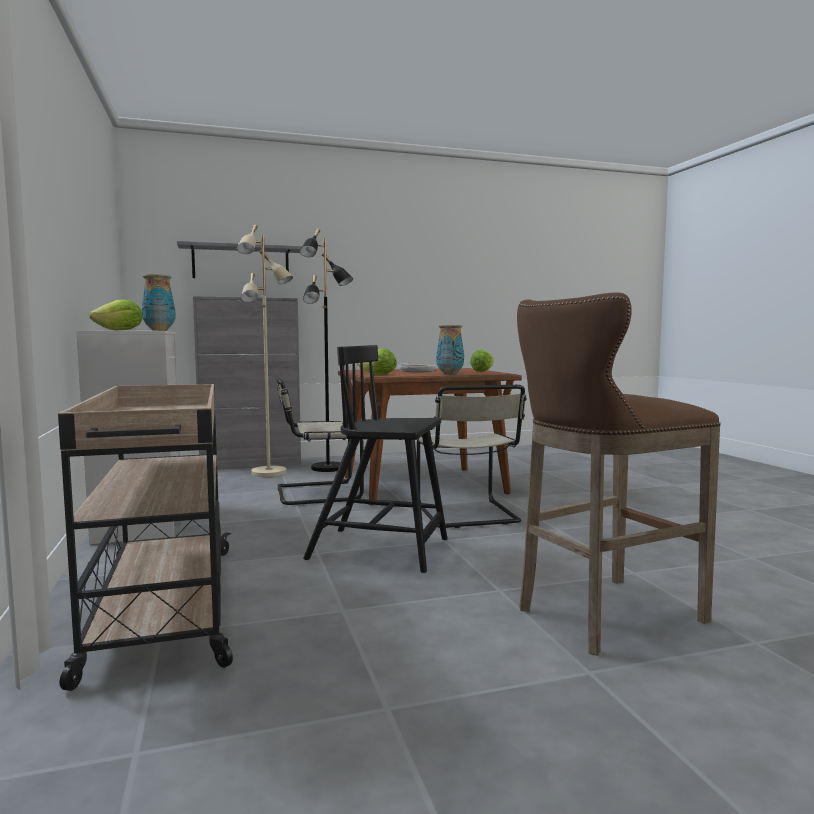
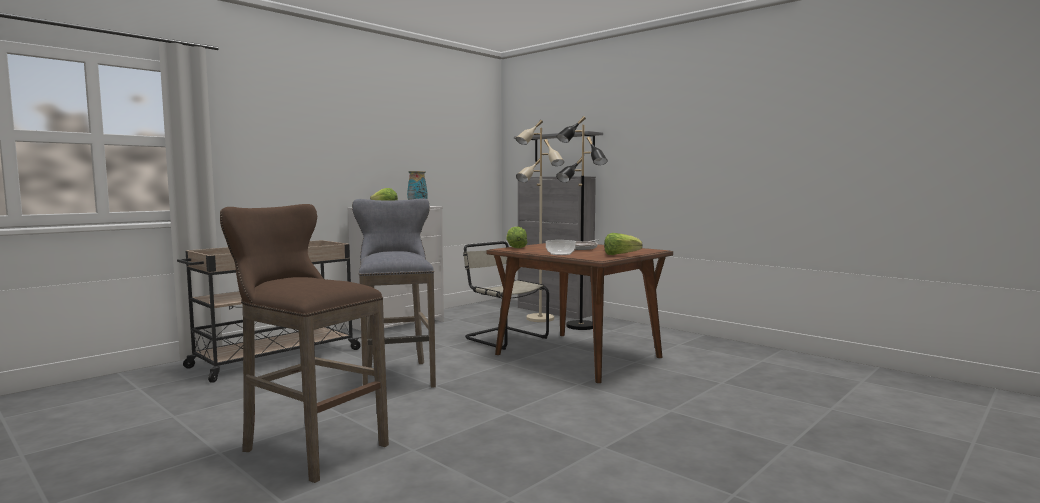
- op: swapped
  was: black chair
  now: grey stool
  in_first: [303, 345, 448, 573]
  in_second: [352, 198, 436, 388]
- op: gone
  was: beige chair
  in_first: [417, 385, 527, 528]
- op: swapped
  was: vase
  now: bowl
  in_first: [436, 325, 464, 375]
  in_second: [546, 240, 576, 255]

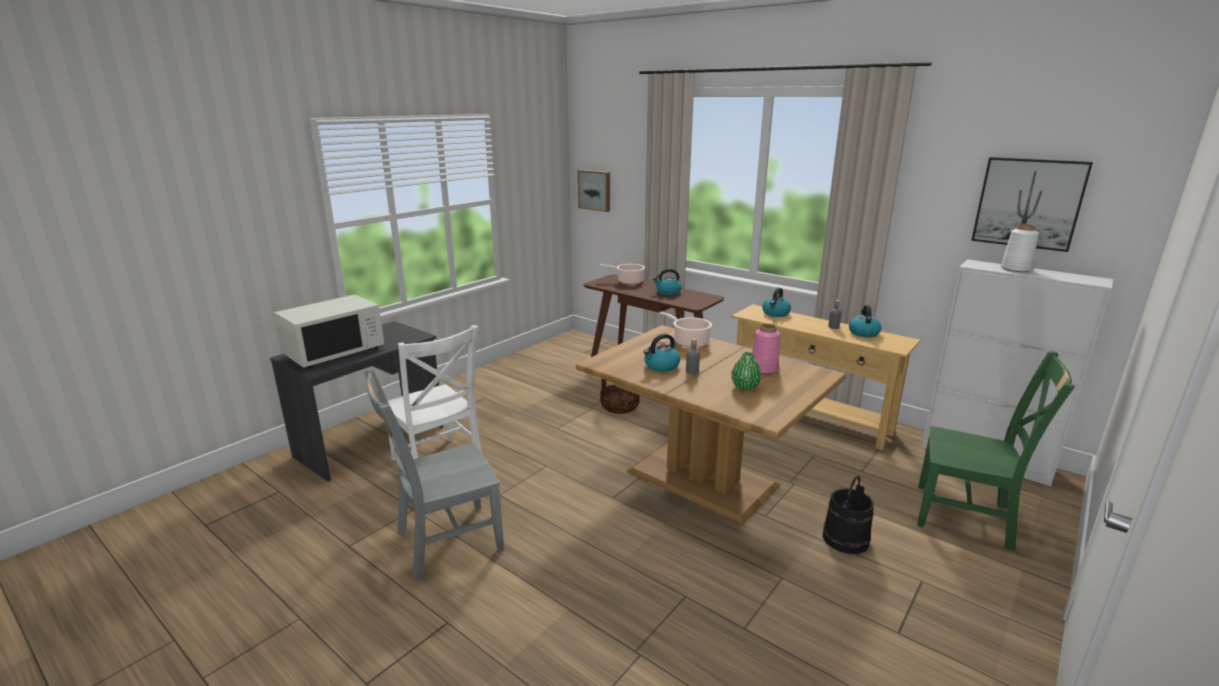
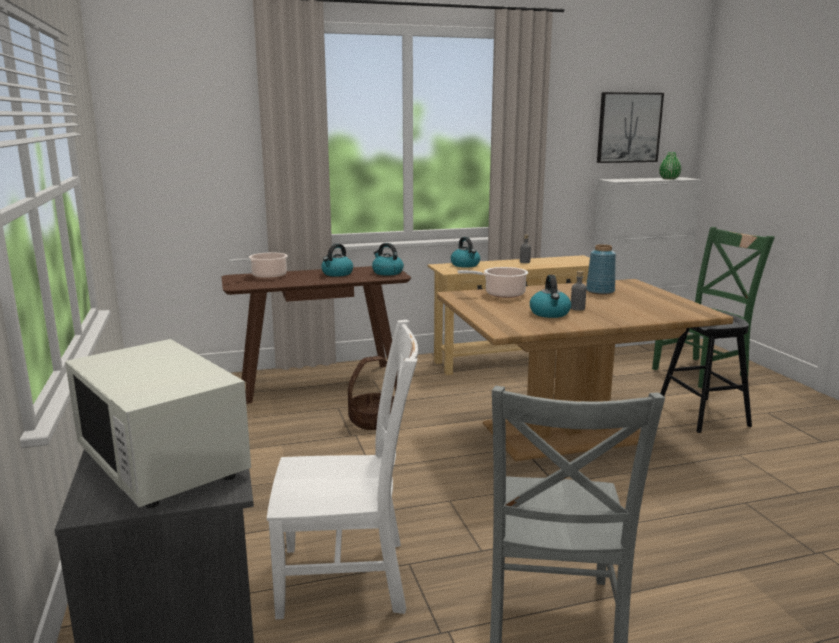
- op: rotated
  was: white microwave
  in_first: [274, 295, 384, 369]
  in_second: [65, 339, 251, 508]
  clockwise: 150
- op: gone
  was: picture
  in_first: [578, 170, 610, 212]
- op: shifted
  was: green vase
  in_first: [731, 352, 761, 390]
  in_second: [659, 152, 681, 180]
- op: repainted
  was: pink vase
  now: blue vase
  in_first: [752, 323, 780, 374]
  in_second: [586, 244, 616, 295]
- op: swapped
  was: black bucket
  now: black stool
  in_first: [823, 476, 874, 554]
  in_second: [660, 310, 752, 433]
- op: shifted
  was: kettle
  in_first: [849, 305, 881, 337]
  in_second: [372, 243, 404, 276]
- op: gone
  was: white vase
  in_first: [1001, 224, 1039, 272]

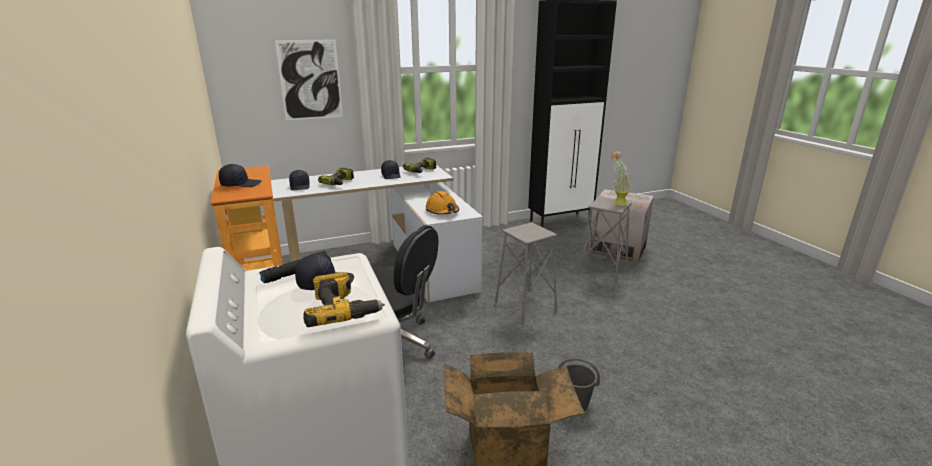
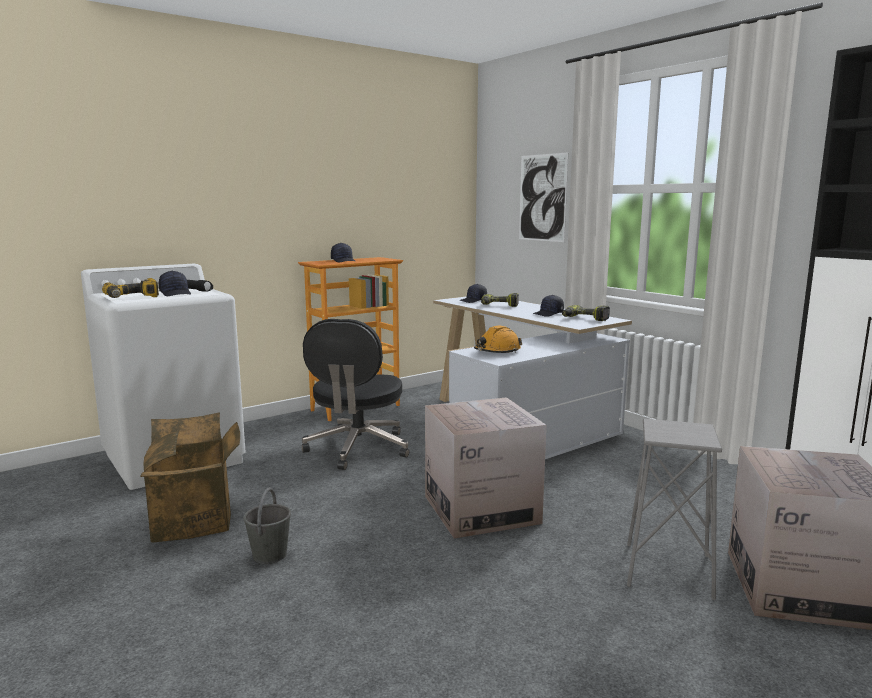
- op: swapped
  was: grey stool
  now: cardboard box
  in_first: [495, 222, 557, 324]
  in_second: [425, 397, 546, 538]
- op: gone
  was: potted plant
  in_first: [611, 151, 631, 205]

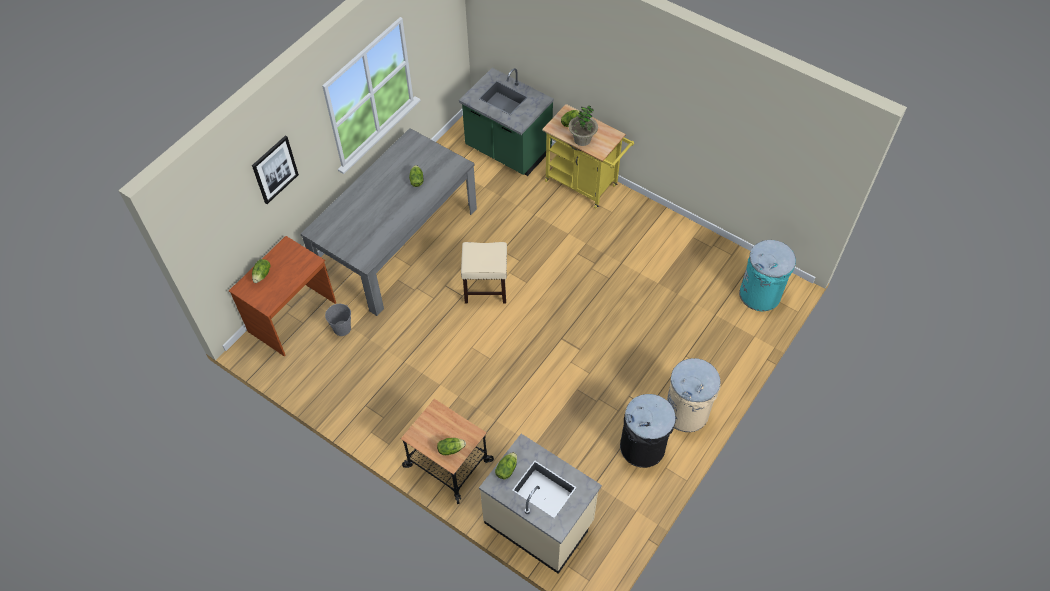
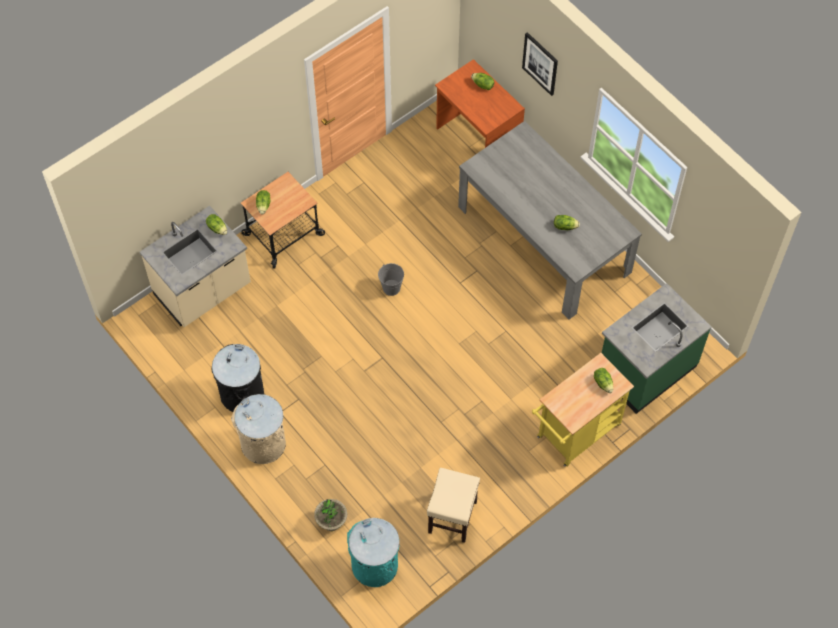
- op: shifted
  was: grey bucket
  in_first: [325, 304, 351, 336]
  in_second: [378, 263, 404, 296]
- op: shifted
  was: beige stool
  in_first: [461, 242, 507, 304]
  in_second: [427, 468, 480, 543]
- op: shifted
  was: potted plant
  in_first: [568, 105, 598, 146]
  in_second: [314, 499, 347, 531]

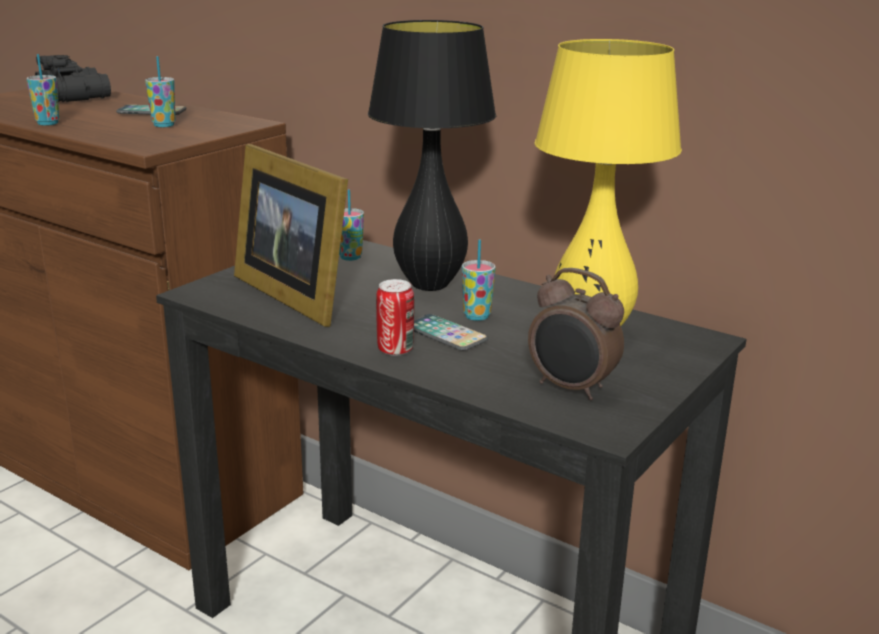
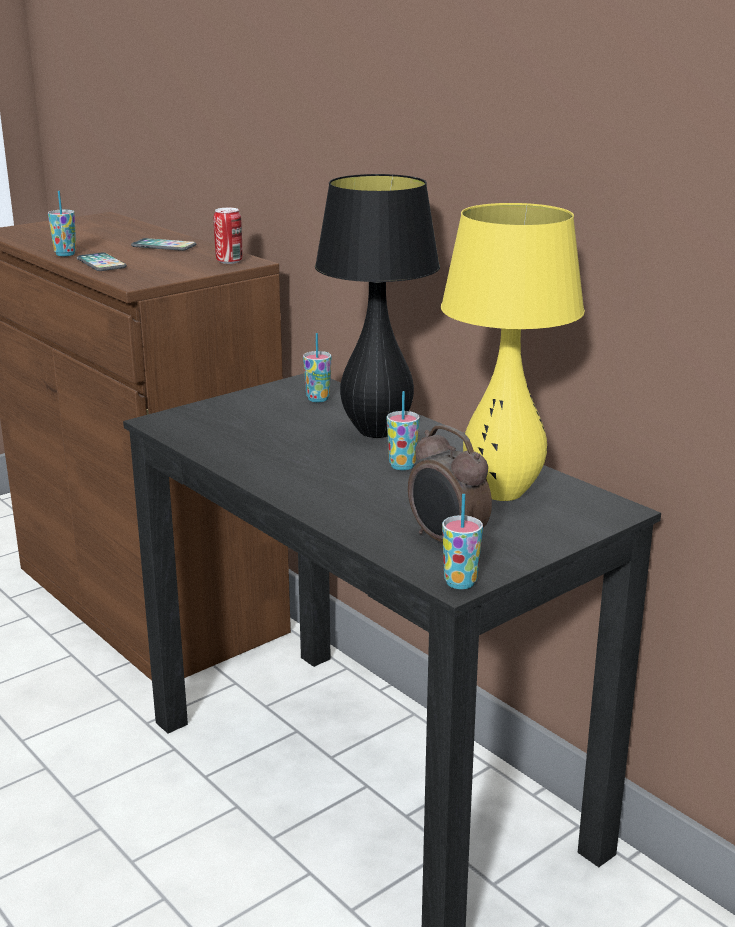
- op: gone
  was: black binoculars
  in_first: [35, 55, 111, 102]
- op: shifted
  was: cup
  in_first: [145, 56, 176, 127]
  in_second: [442, 494, 483, 589]
- op: gone
  was: picture frame
  in_first: [234, 144, 348, 327]
- op: shifted
  was: can
  in_first: [376, 279, 414, 356]
  in_second: [214, 208, 242, 264]
- op: shifted
  was: phone
  in_first: [414, 314, 488, 351]
  in_second: [77, 252, 127, 271]

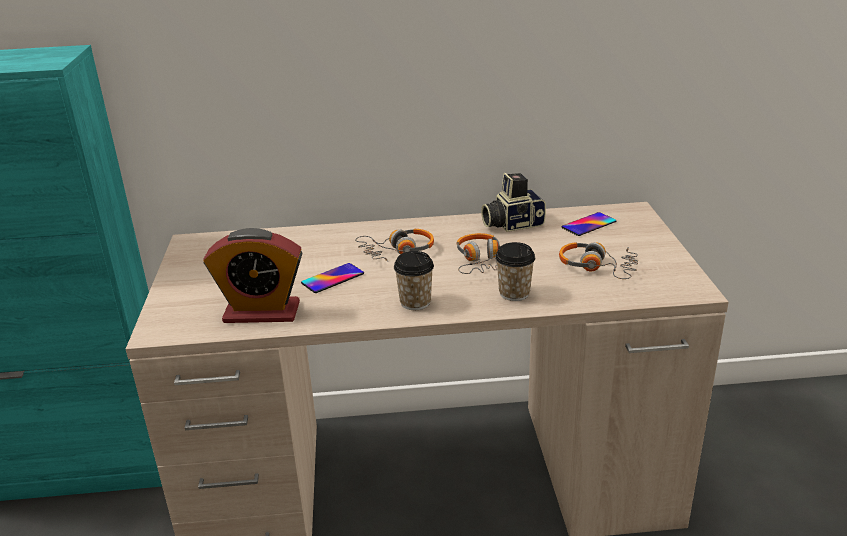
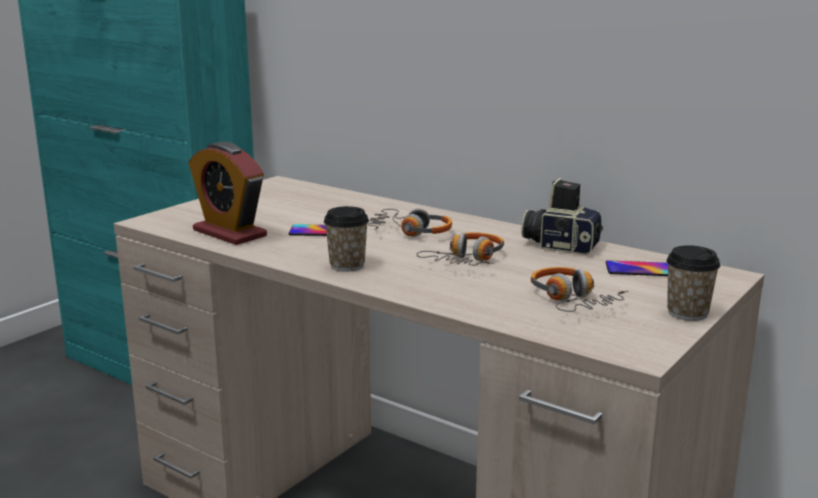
- op: shifted
  was: cup
  in_first: [495, 242, 535, 301]
  in_second: [666, 245, 720, 321]

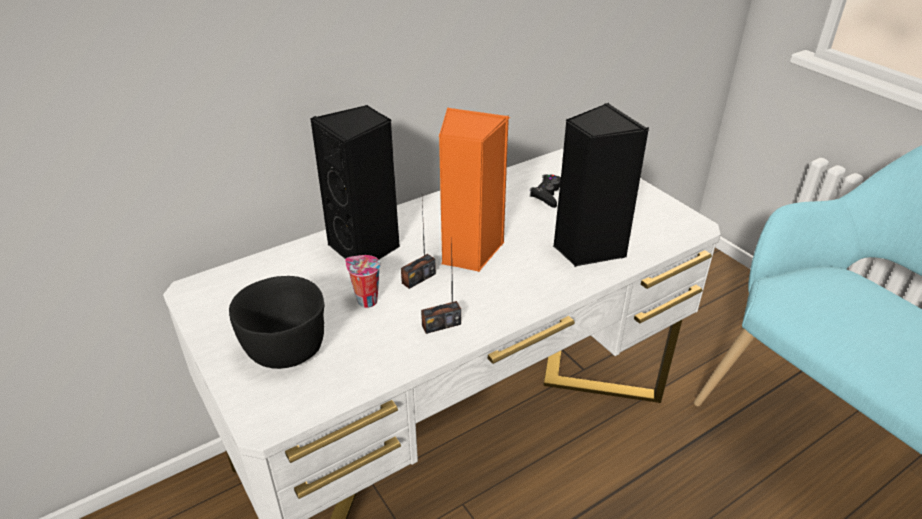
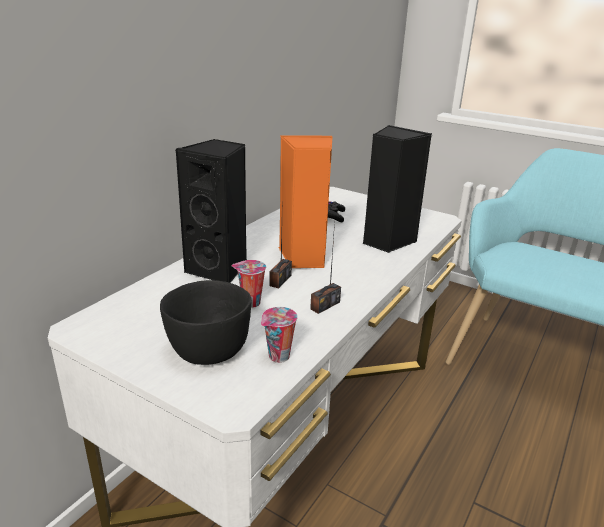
- op: new
  now: cup
  in_second: [261, 307, 298, 363]

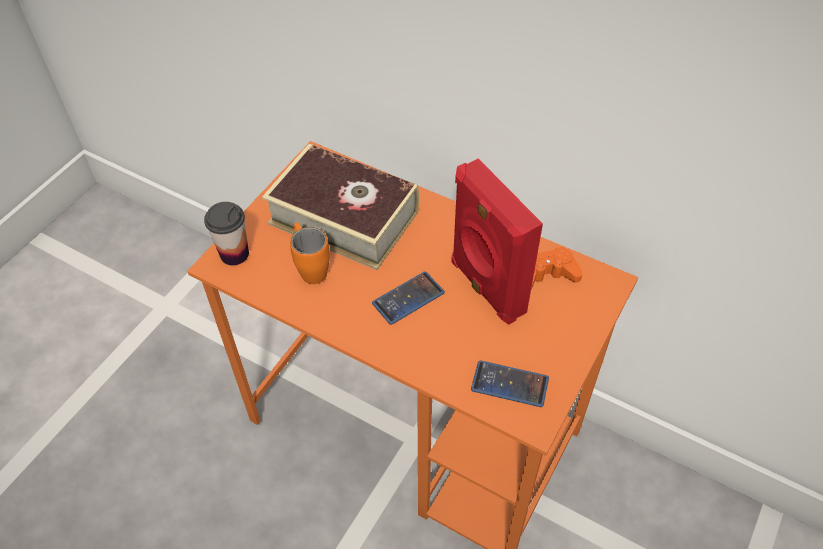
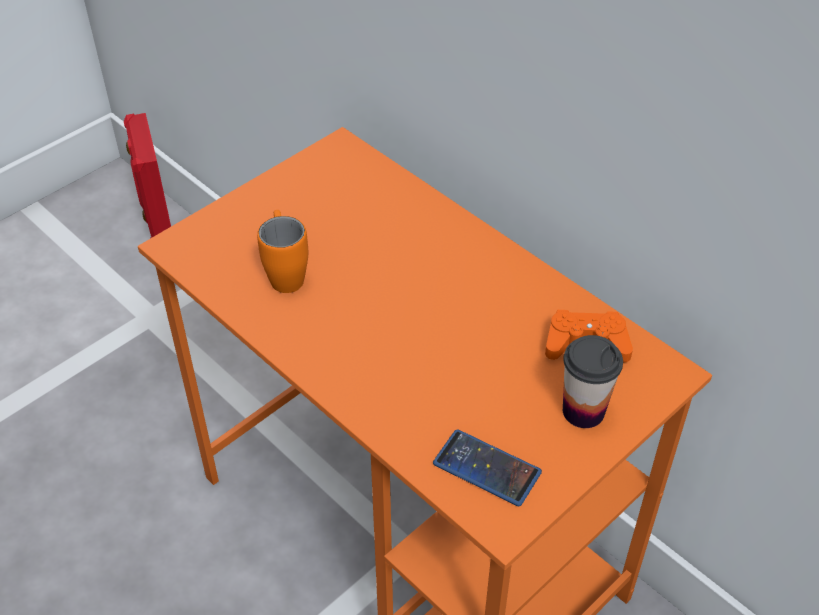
- op: shifted
  was: cup
  in_first: [204, 202, 249, 266]
  in_second: [563, 335, 623, 428]
- op: gone
  was: book
  in_first: [262, 144, 419, 270]
- op: gone
  was: phone
  in_first: [372, 271, 445, 325]
- op: shifted
  was: red speaker
  in_first: [451, 159, 543, 324]
  in_second: [124, 113, 171, 238]

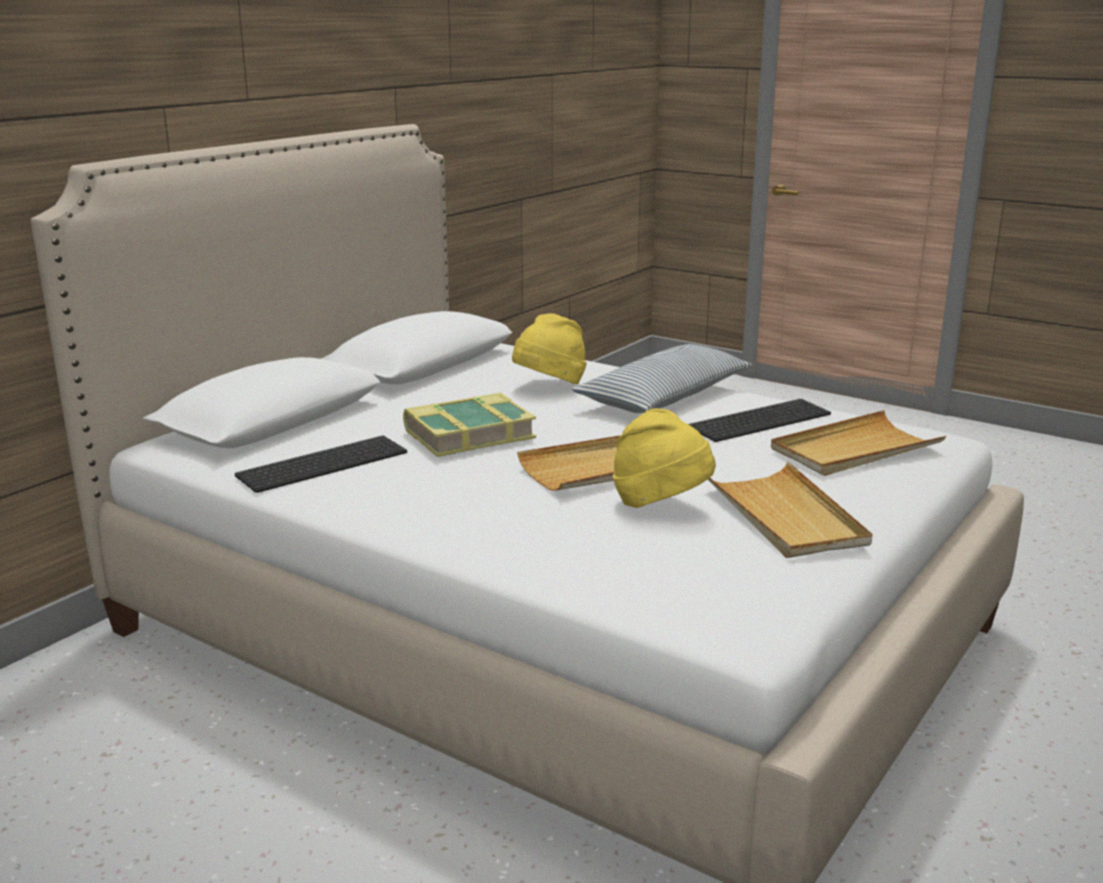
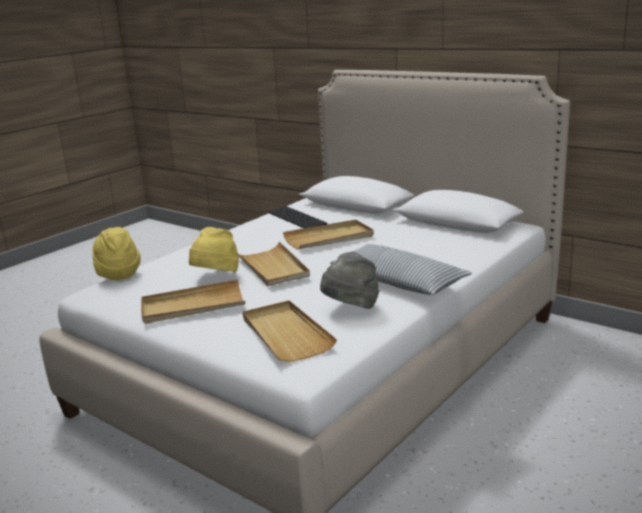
- op: swapped
  was: book
  now: beige tray
  in_first: [403, 393, 536, 457]
  in_second: [283, 220, 374, 249]
- op: shifted
  was: yellow hat
  in_first: [512, 313, 587, 384]
  in_second: [92, 227, 141, 280]
- op: swapped
  was: keyboard
  now: grey hat
  in_first: [688, 399, 831, 442]
  in_second: [320, 252, 379, 309]

